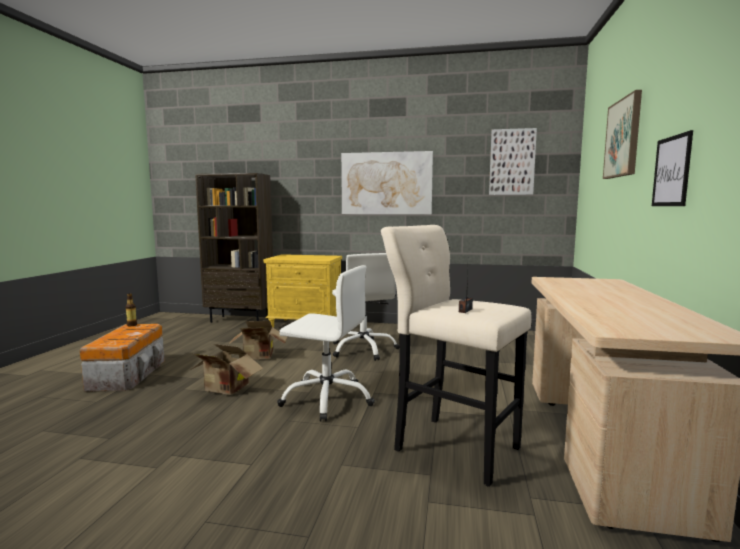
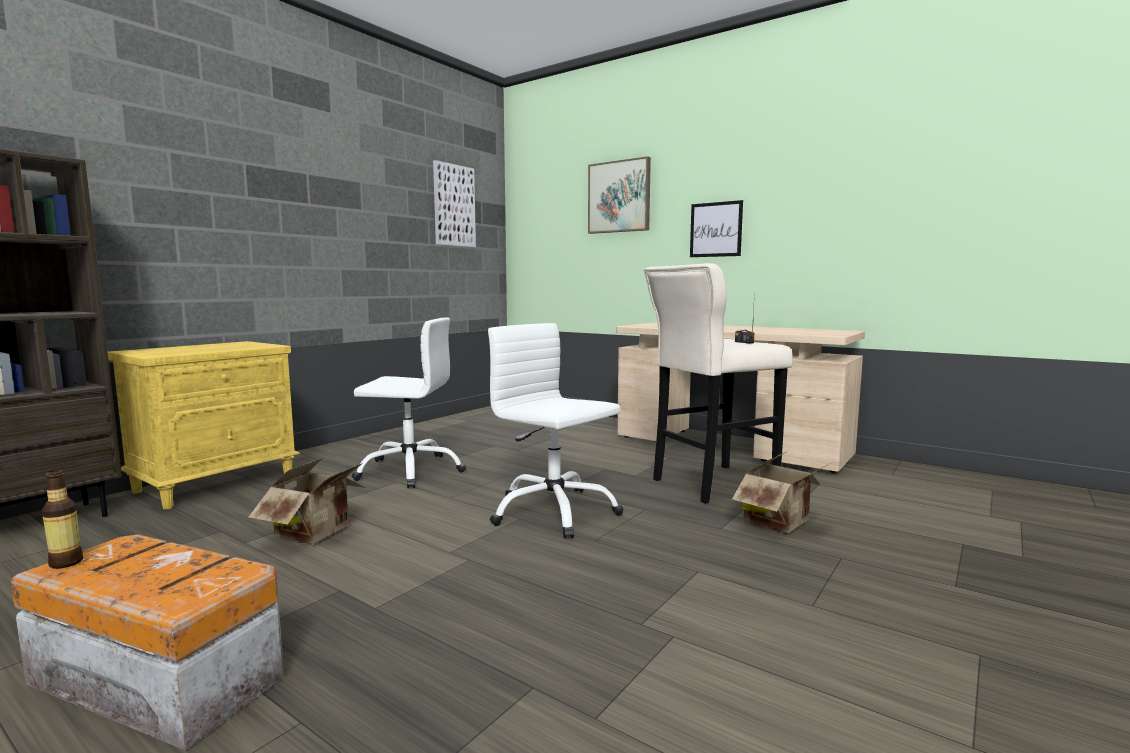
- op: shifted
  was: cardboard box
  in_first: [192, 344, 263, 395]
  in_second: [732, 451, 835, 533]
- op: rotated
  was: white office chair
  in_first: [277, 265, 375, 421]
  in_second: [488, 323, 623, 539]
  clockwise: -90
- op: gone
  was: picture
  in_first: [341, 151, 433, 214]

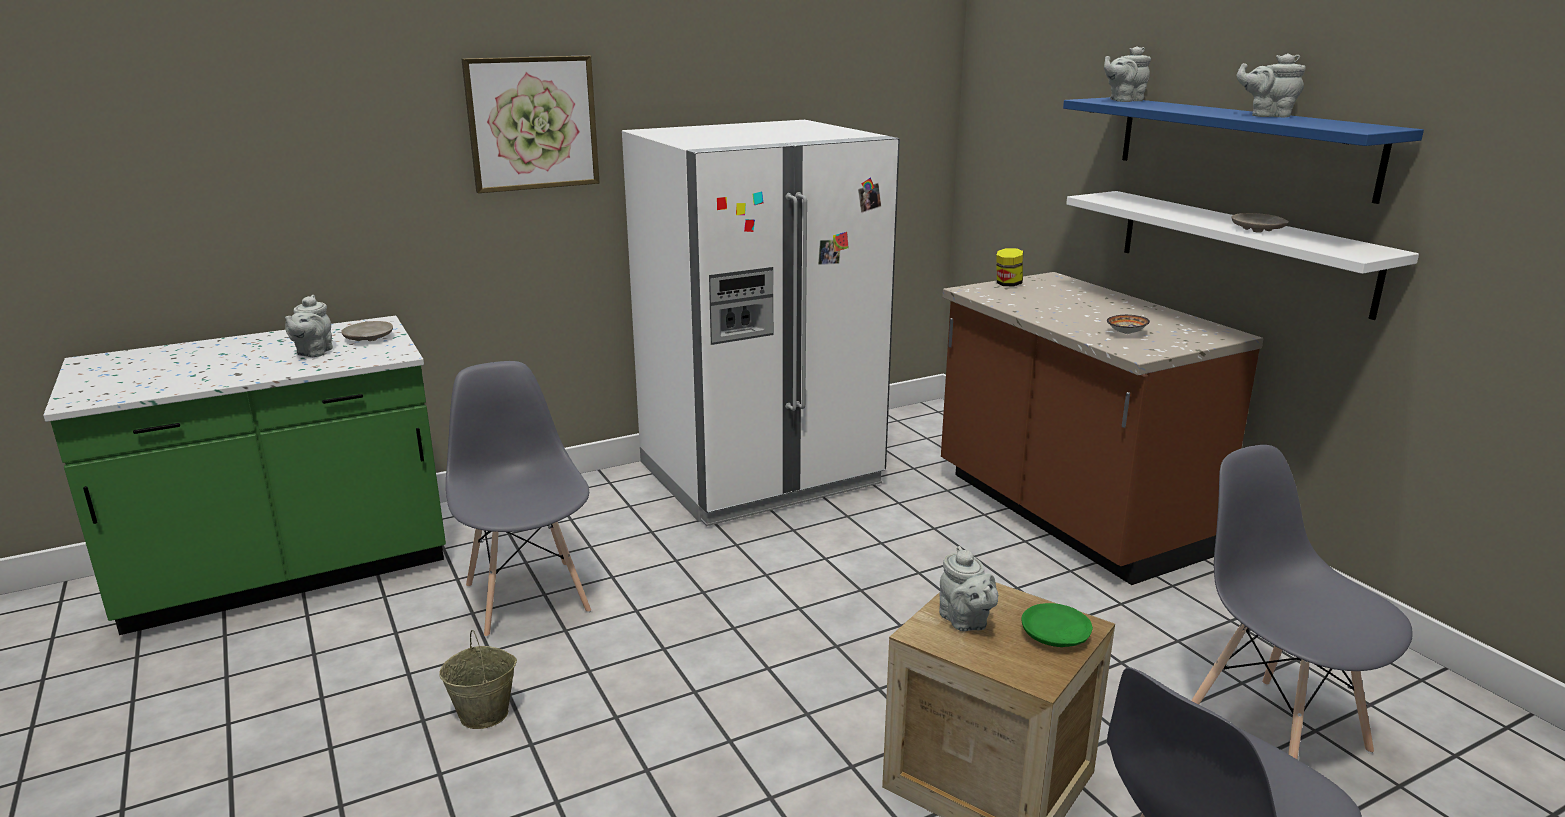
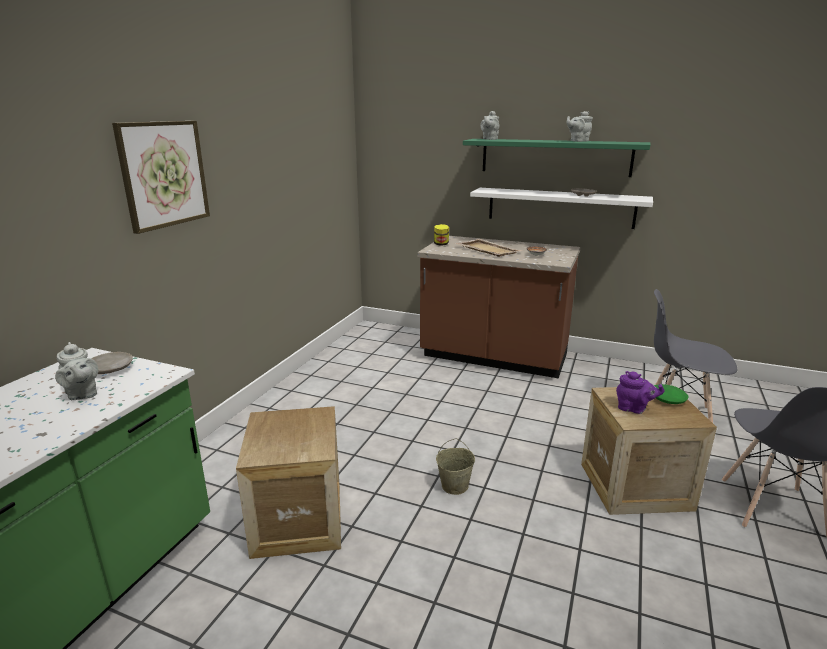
- op: shifted
  was: beige bucket
  in_first: [439, 630, 517, 729]
  in_second: [436, 438, 475, 495]
- op: swapped
  was: grey chair
  now: crate
  in_first: [446, 361, 591, 638]
  in_second: [236, 406, 341, 559]
- op: gone
  was: white fridge
  in_first: [622, 120, 900, 526]
- op: repainted
  was: grey teapot
  now: purple teapot
  in_first: [939, 546, 998, 631]
  in_second: [616, 371, 664, 414]
- op: repainted
  was: blue shelf
  now: green shelf
  in_first: [1063, 97, 1424, 204]
  in_second: [463, 139, 650, 177]
- op: new
  now: beige tray
  in_second: [455, 239, 523, 257]

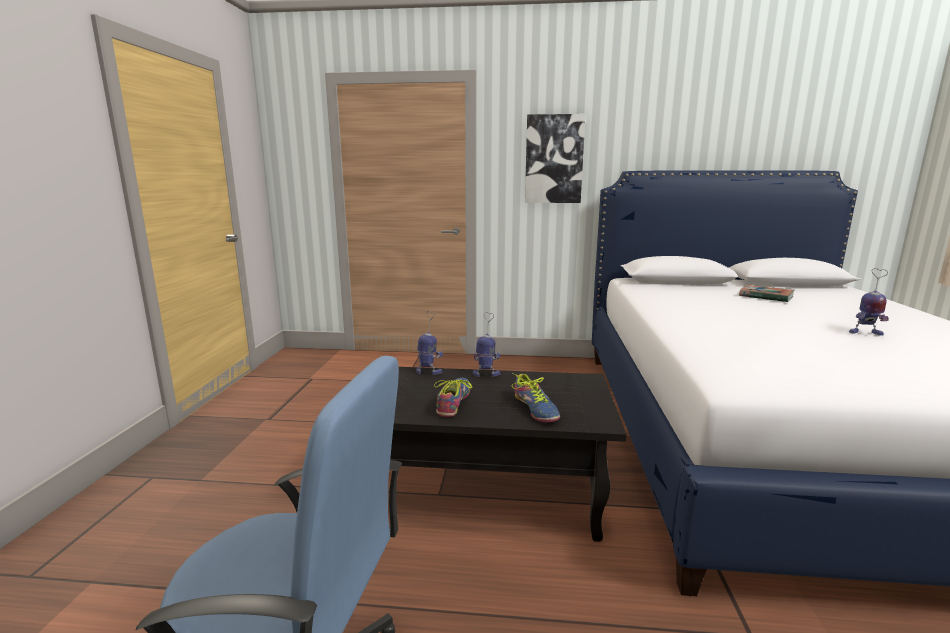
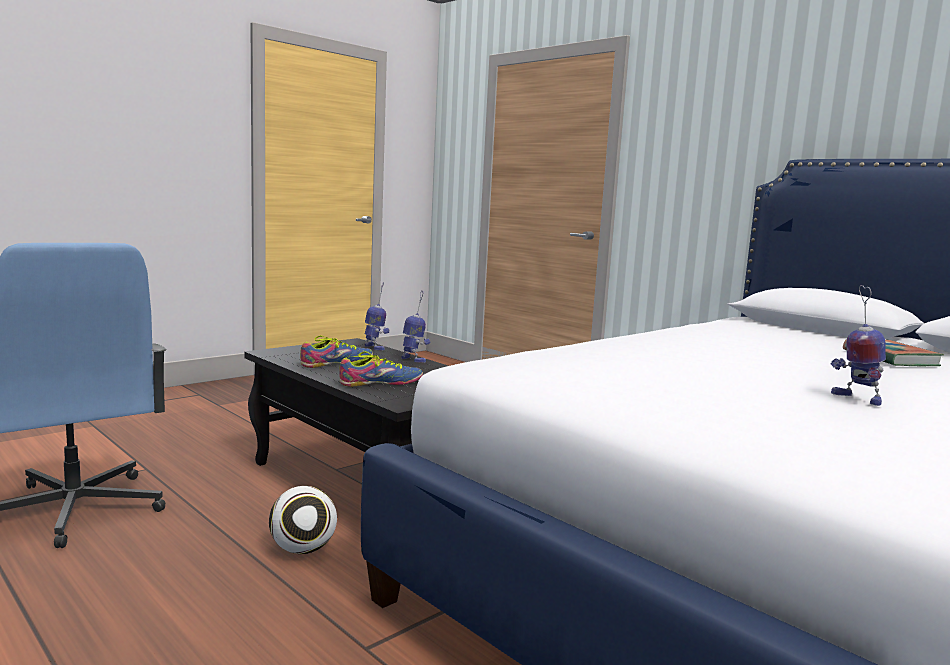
- op: rotated
  was: shoe
  in_first: [512, 373, 560, 422]
  in_second: [339, 351, 423, 387]
  clockwise: -135
- op: gone
  was: picture
  in_first: [525, 114, 586, 203]
- op: new
  now: football
  in_second: [269, 486, 337, 554]

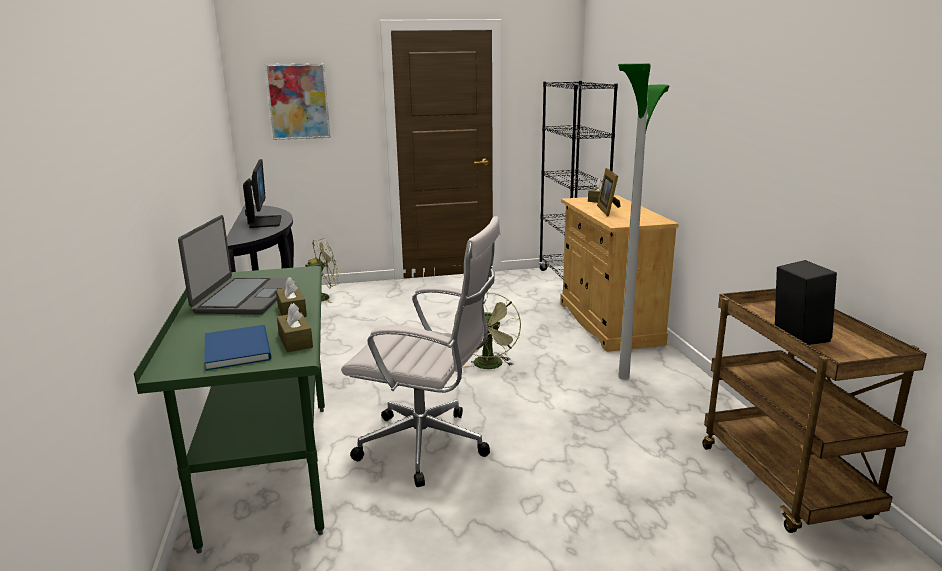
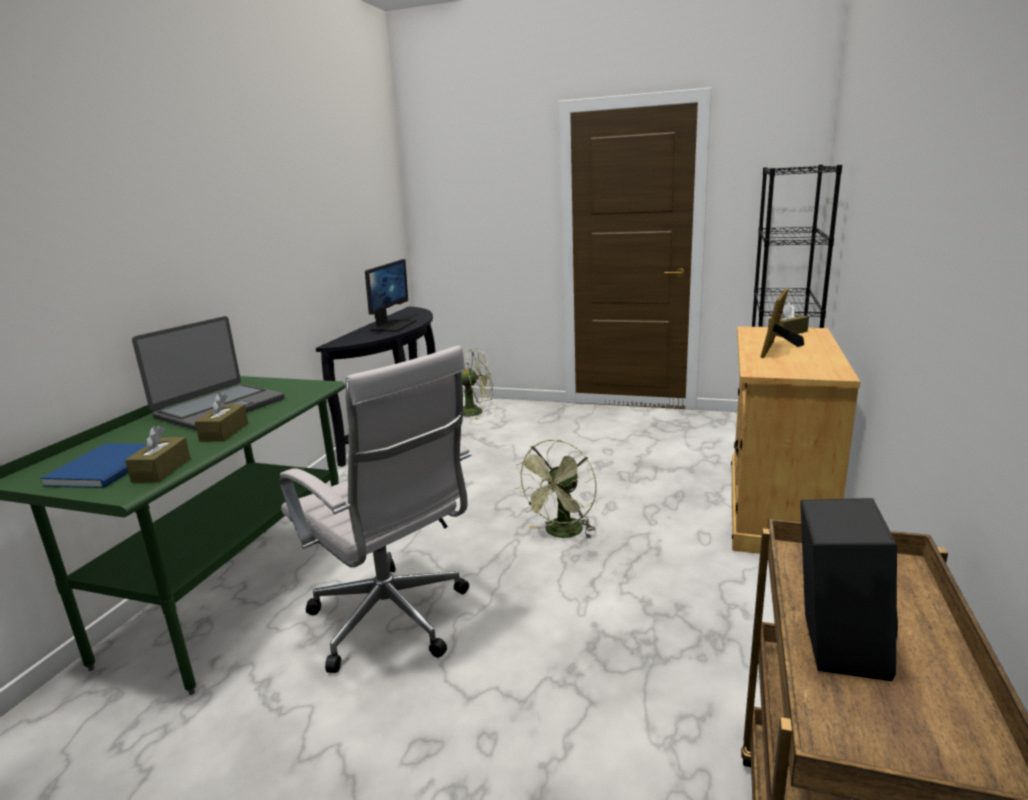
- op: gone
  was: picture
  in_first: [265, 63, 331, 140]
- op: gone
  was: floor lamp
  in_first: [618, 63, 669, 380]

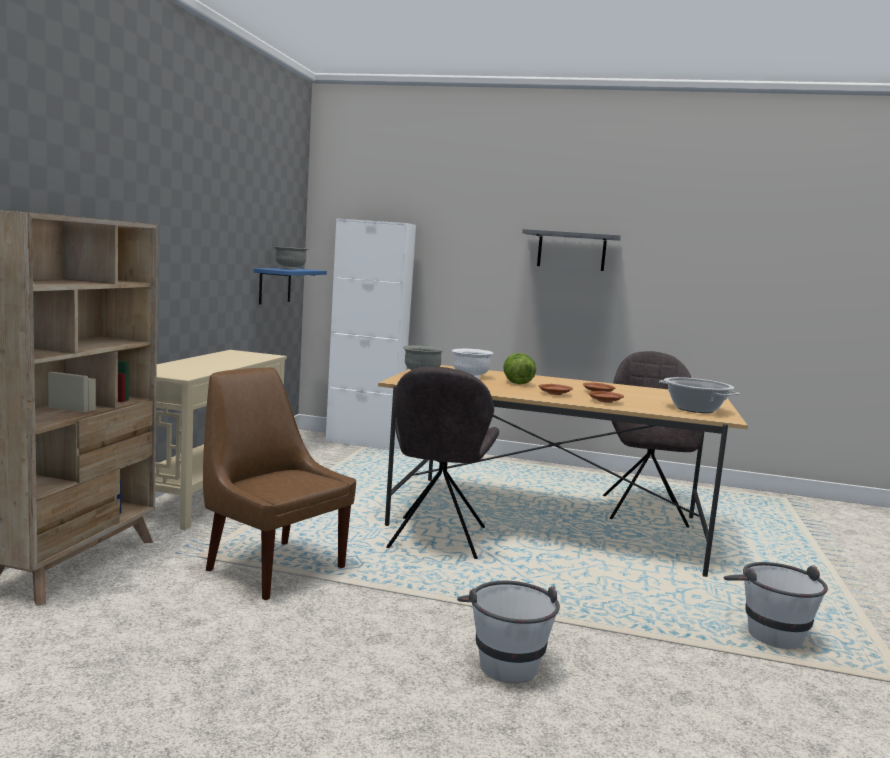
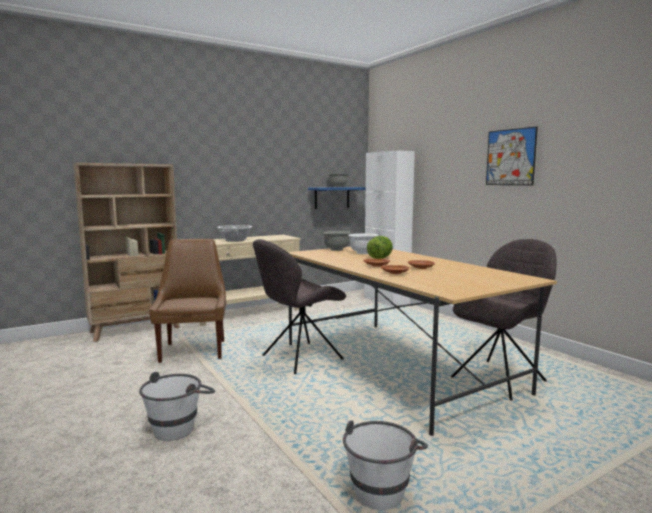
- op: swapped
  was: grey shelf
  now: picture
  in_first: [522, 229, 621, 271]
  in_second: [486, 127, 538, 185]
- op: shifted
  was: cooking pot
  in_first: [659, 377, 740, 413]
  in_second: [217, 225, 252, 242]

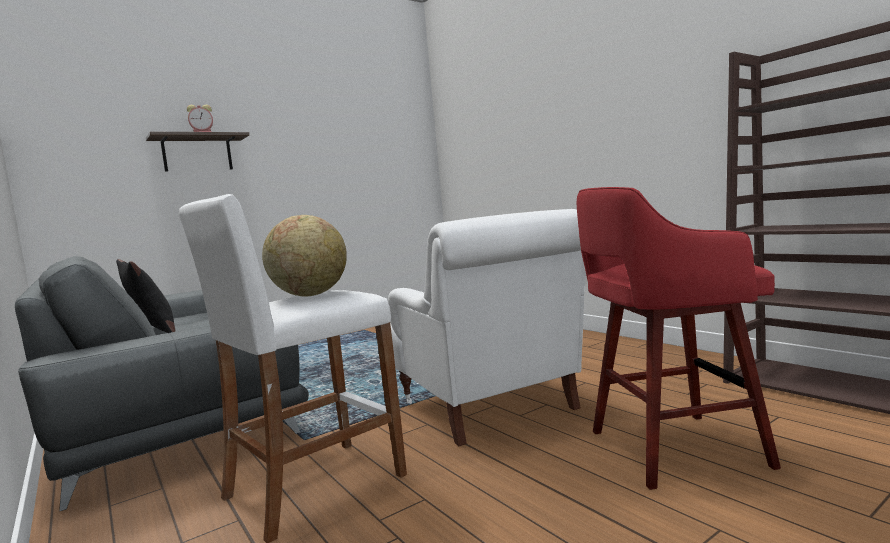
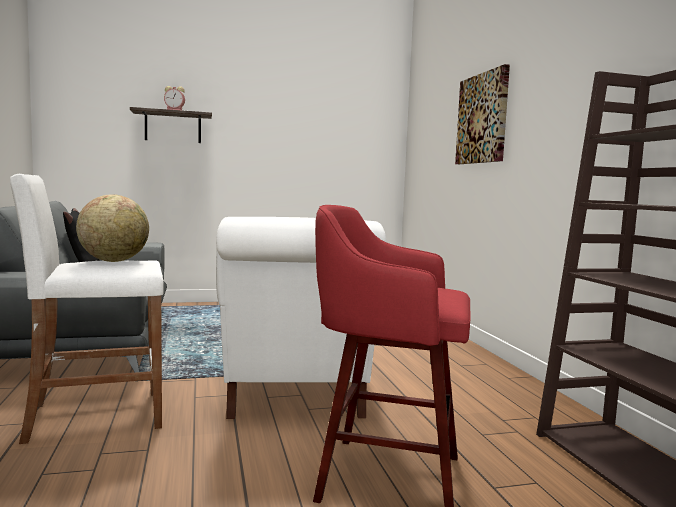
- op: new
  now: picture
  in_second: [455, 64, 510, 164]

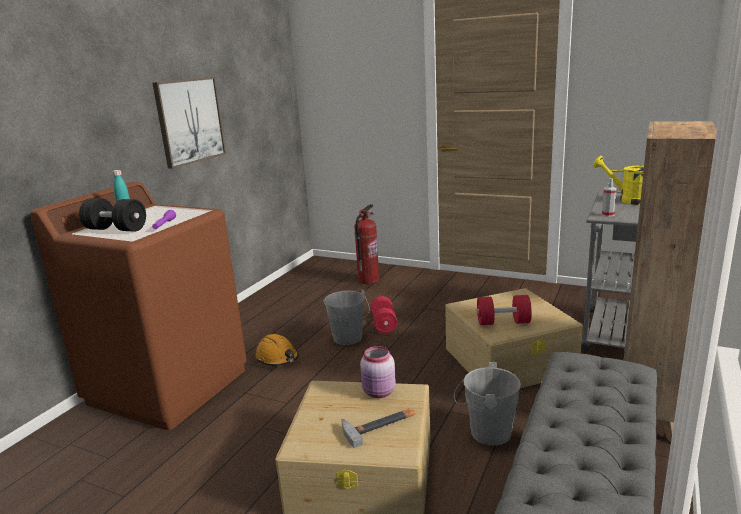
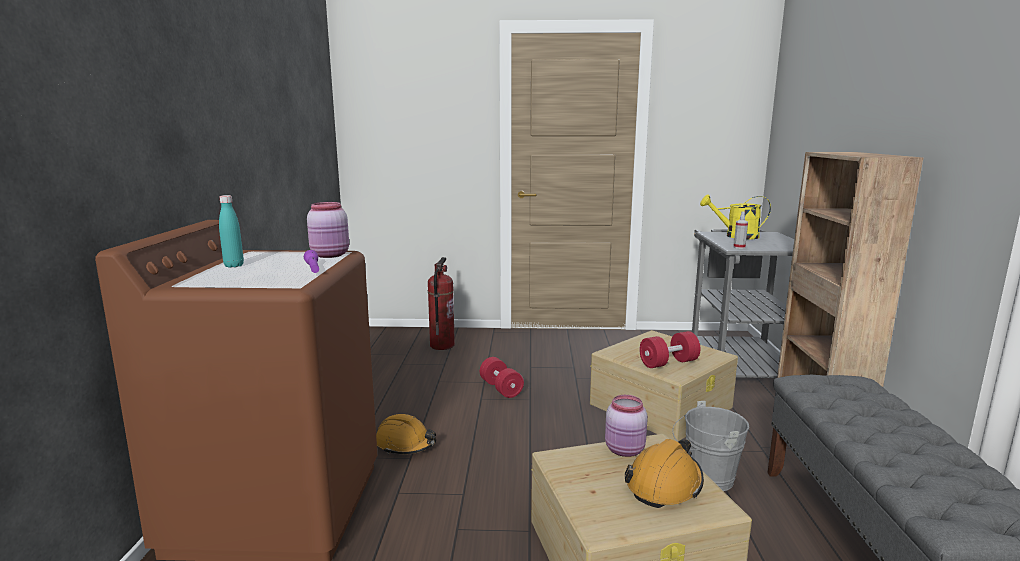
- op: gone
  was: black dumbbell
  in_first: [79, 198, 146, 232]
- op: gone
  was: picture
  in_first: [152, 77, 226, 169]
- op: gone
  was: grey bucket
  in_first: [323, 289, 370, 345]
- op: swapped
  was: hammer
  now: orange hard hat
  in_first: [341, 408, 415, 448]
  in_second: [625, 439, 704, 508]
- op: new
  now: pink jar
  in_second: [307, 202, 349, 258]

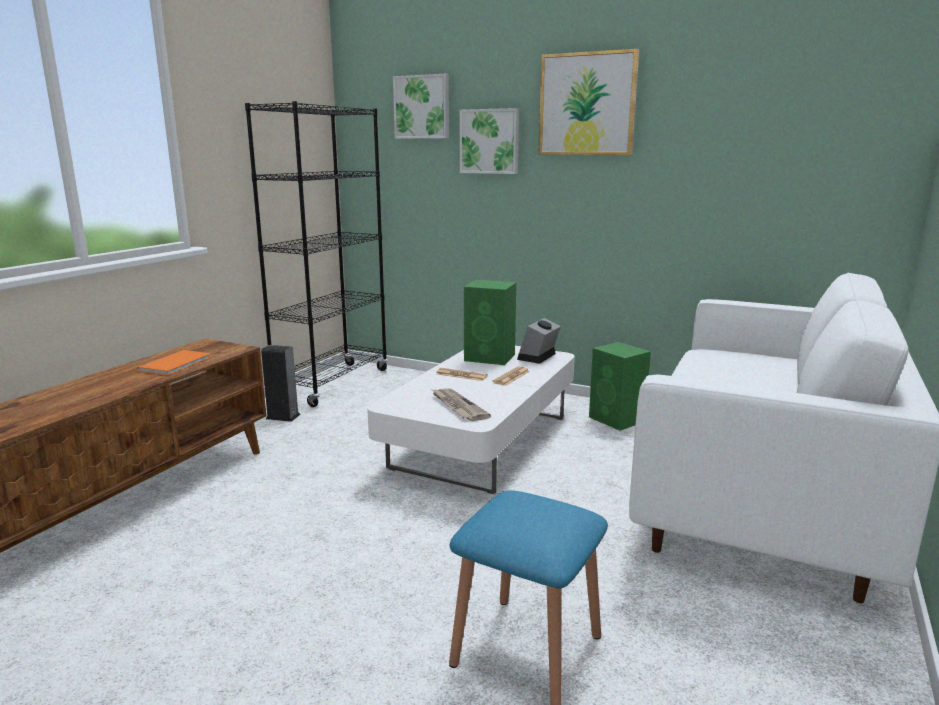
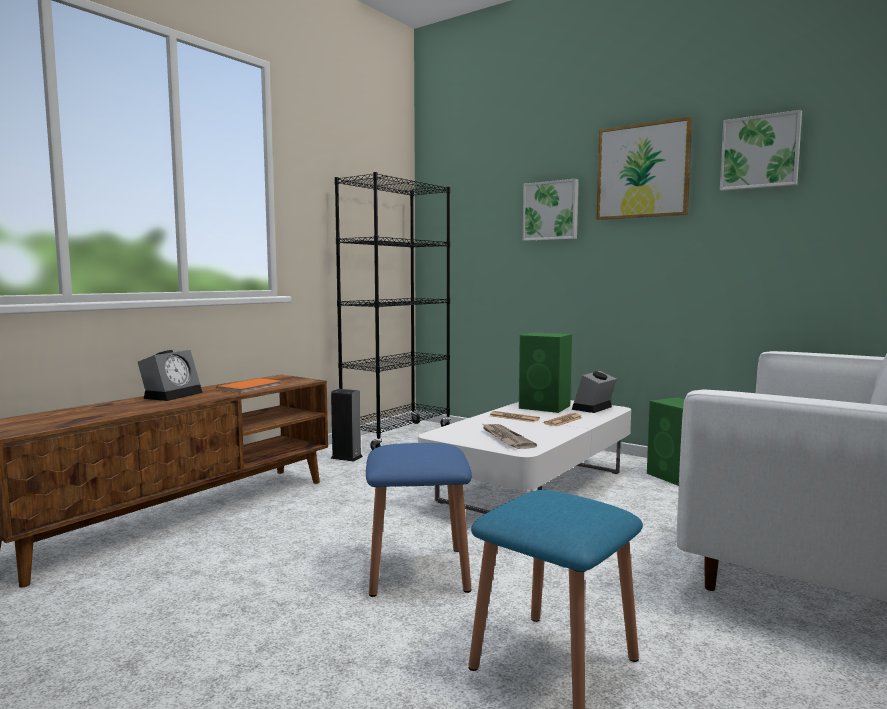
- op: shifted
  was: picture
  in_first: [393, 74, 449, 139]
  in_second: [720, 110, 802, 191]
- op: new
  now: alarm clock
  in_second: [138, 350, 203, 401]
- op: new
  now: blue stool
  in_second: [366, 443, 472, 597]

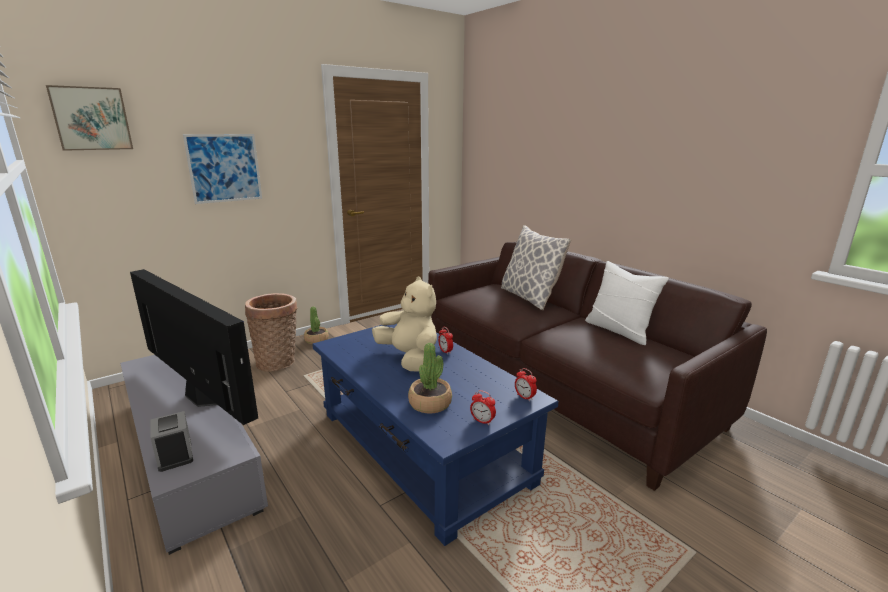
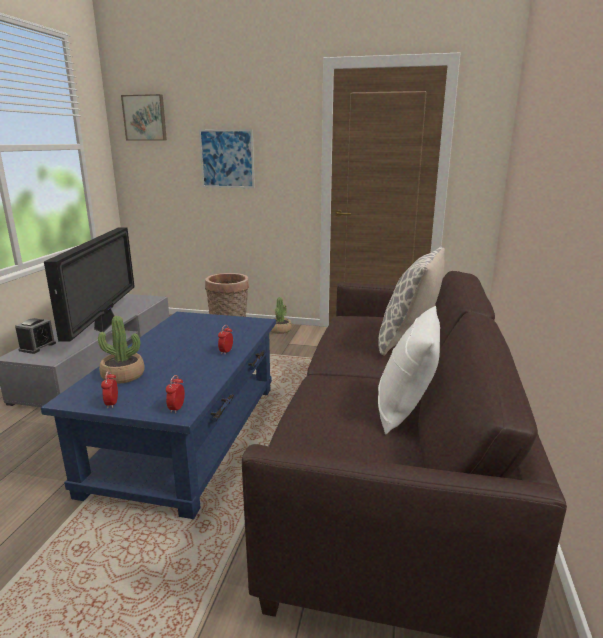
- op: gone
  was: beige plush toy
  in_first: [372, 277, 437, 372]

